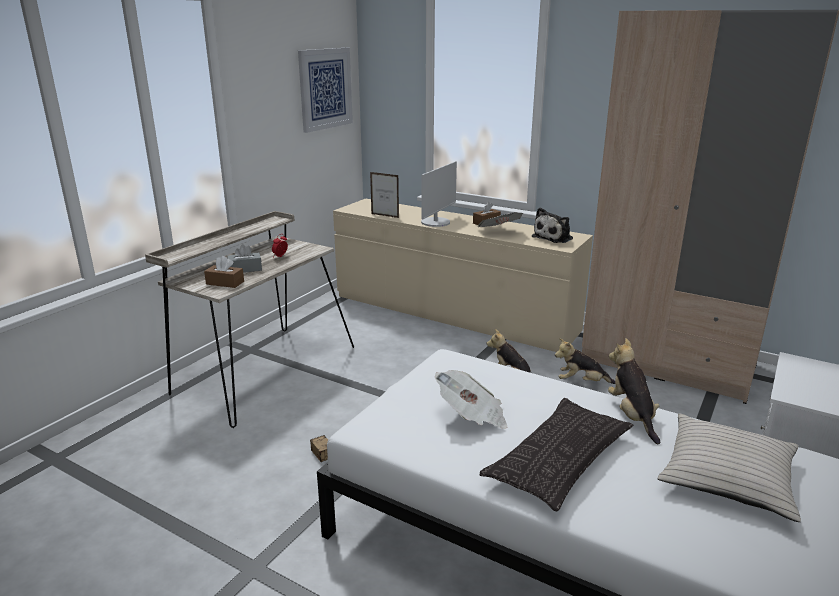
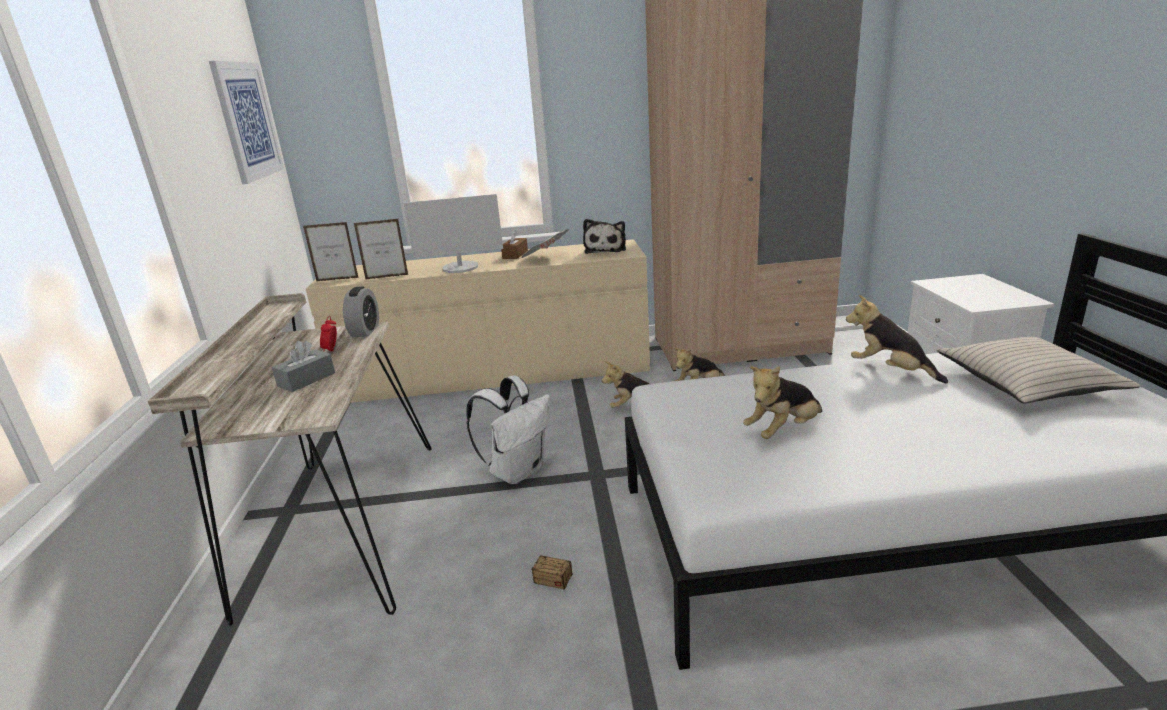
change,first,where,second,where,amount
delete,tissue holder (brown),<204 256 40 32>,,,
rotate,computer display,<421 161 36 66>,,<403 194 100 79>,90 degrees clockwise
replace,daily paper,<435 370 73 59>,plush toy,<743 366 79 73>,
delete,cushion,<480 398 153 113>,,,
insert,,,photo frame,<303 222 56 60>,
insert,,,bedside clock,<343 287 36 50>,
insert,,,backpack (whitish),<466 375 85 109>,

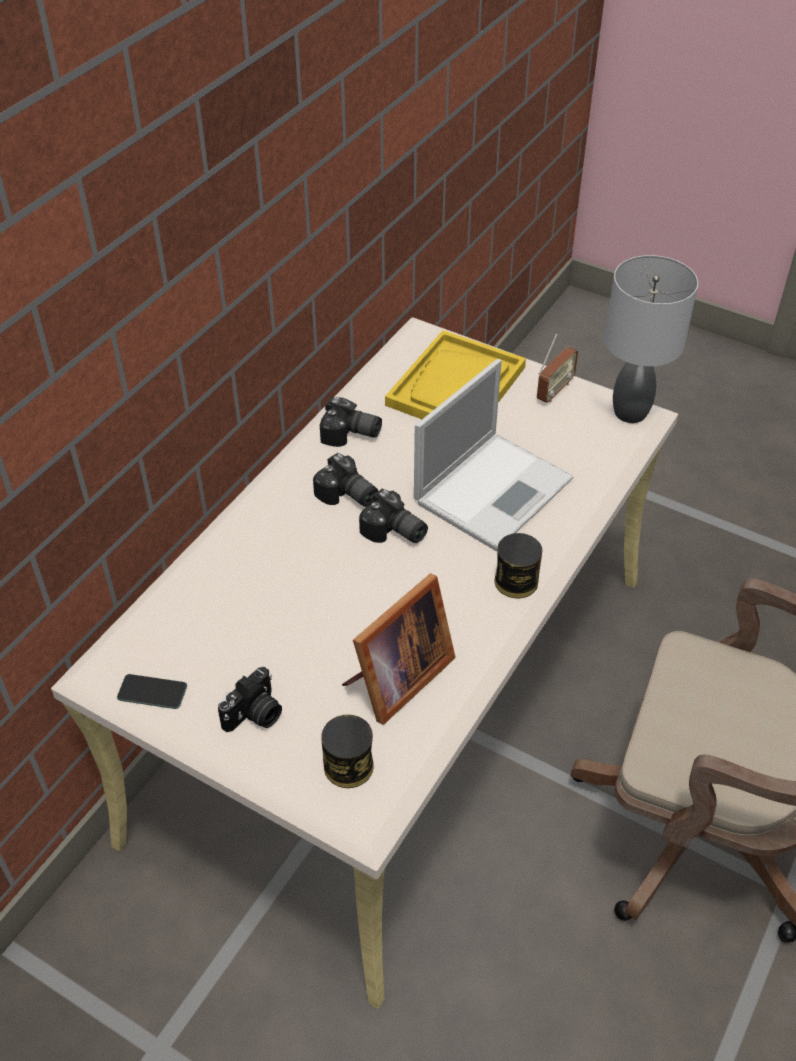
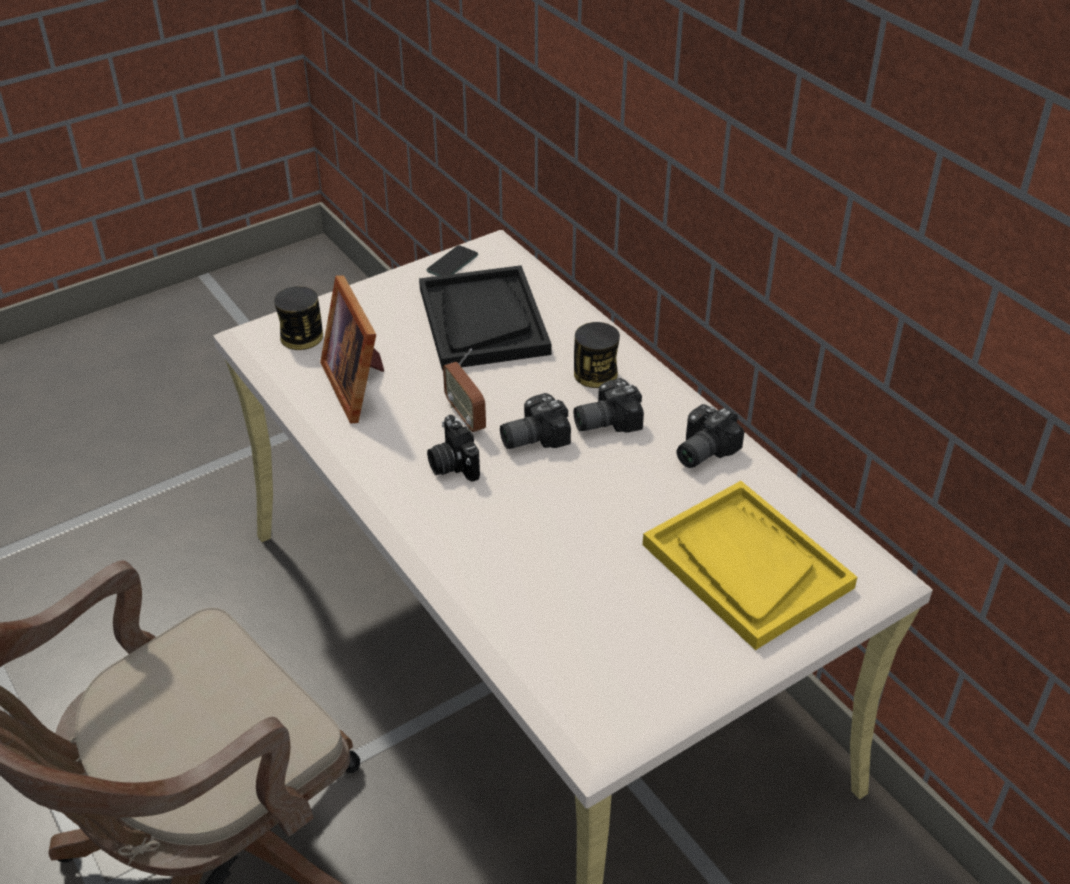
change,first,where,second,where,amount
move,photo camera,<218 667 64 65>,,<427 415 53 67>,
delete,notebook computer,<414 359 160 192>,,,
move,can,<494 533 48 65>,,<574 322 46 66>,
move,radio receiver,<537 333 41 70>,,<443 349 43 83>,
delete,lamp for a table (grey),<604 255 94 168>,,,
insert,,,carrying tray (blackish),<419 265 133 105>,

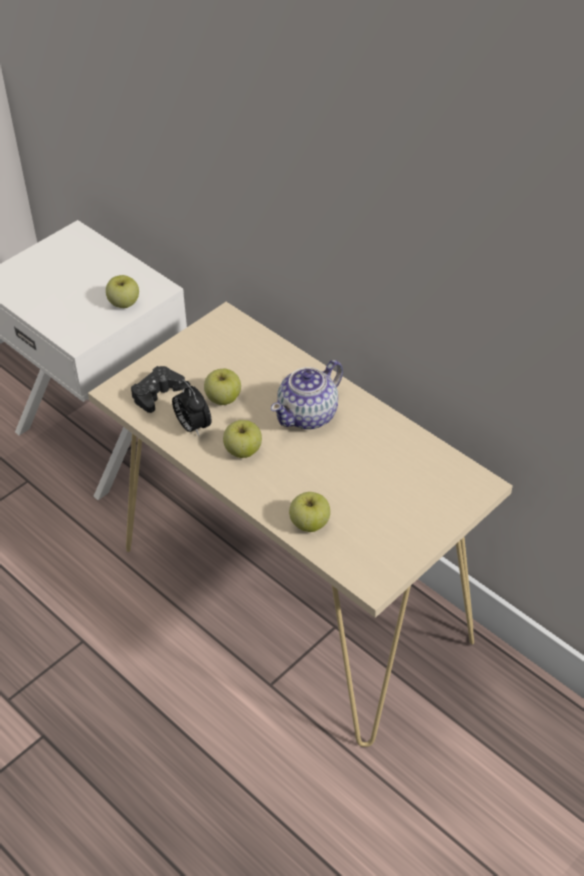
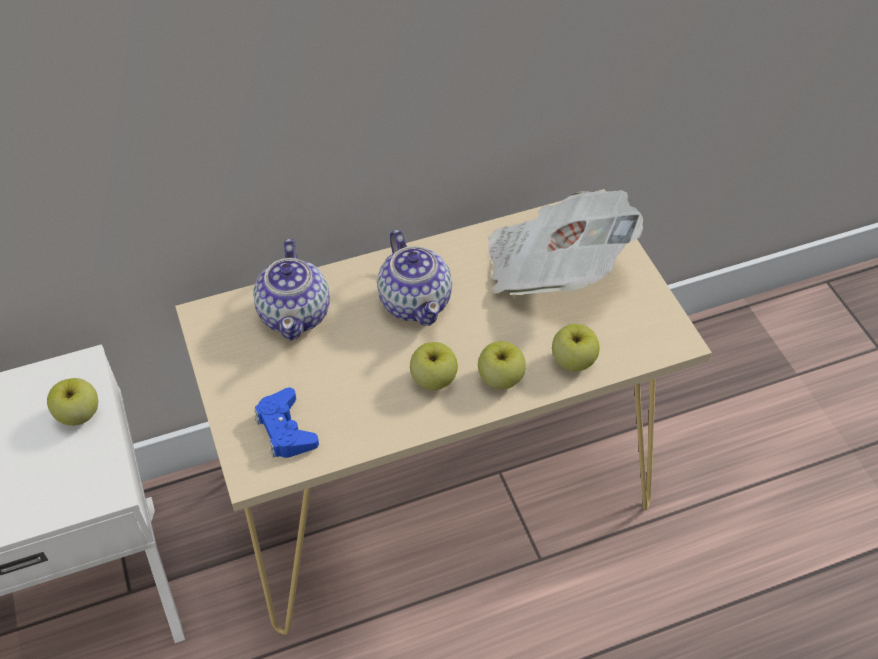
change,first,where,second,where,amount
recolor,game controller (blackish),<131 366 54 47>,game controller (blue-coloured),<254 388 65 70>,
delete,bedside clock,<172 379 40 57>,,,
move,apple fruit,<204 369 37 36>,,<478 341 48 48>,
insert,,,pot for tea,<253 239 77 101>,
insert,,,daily paper,<488 190 155 105>,

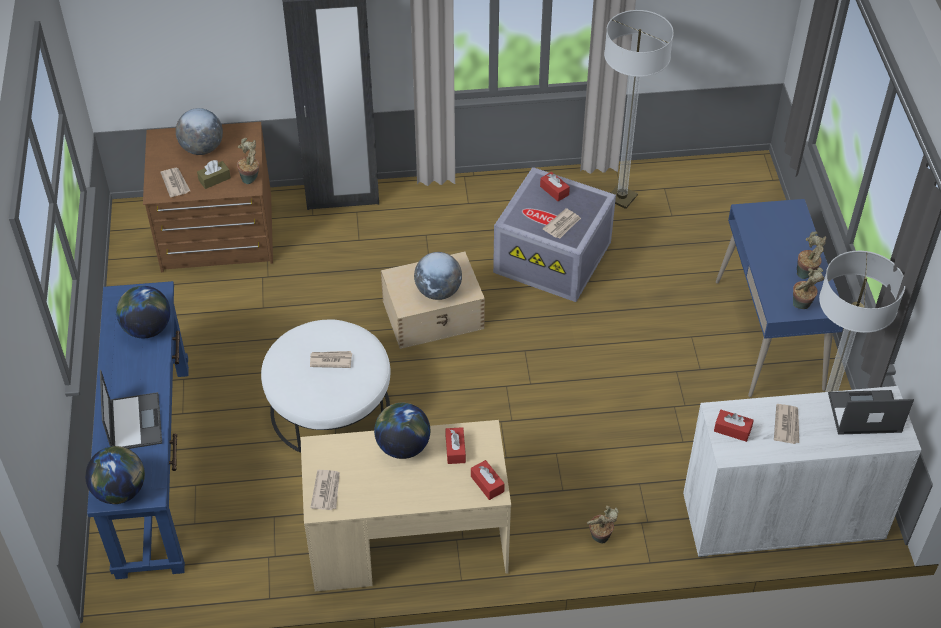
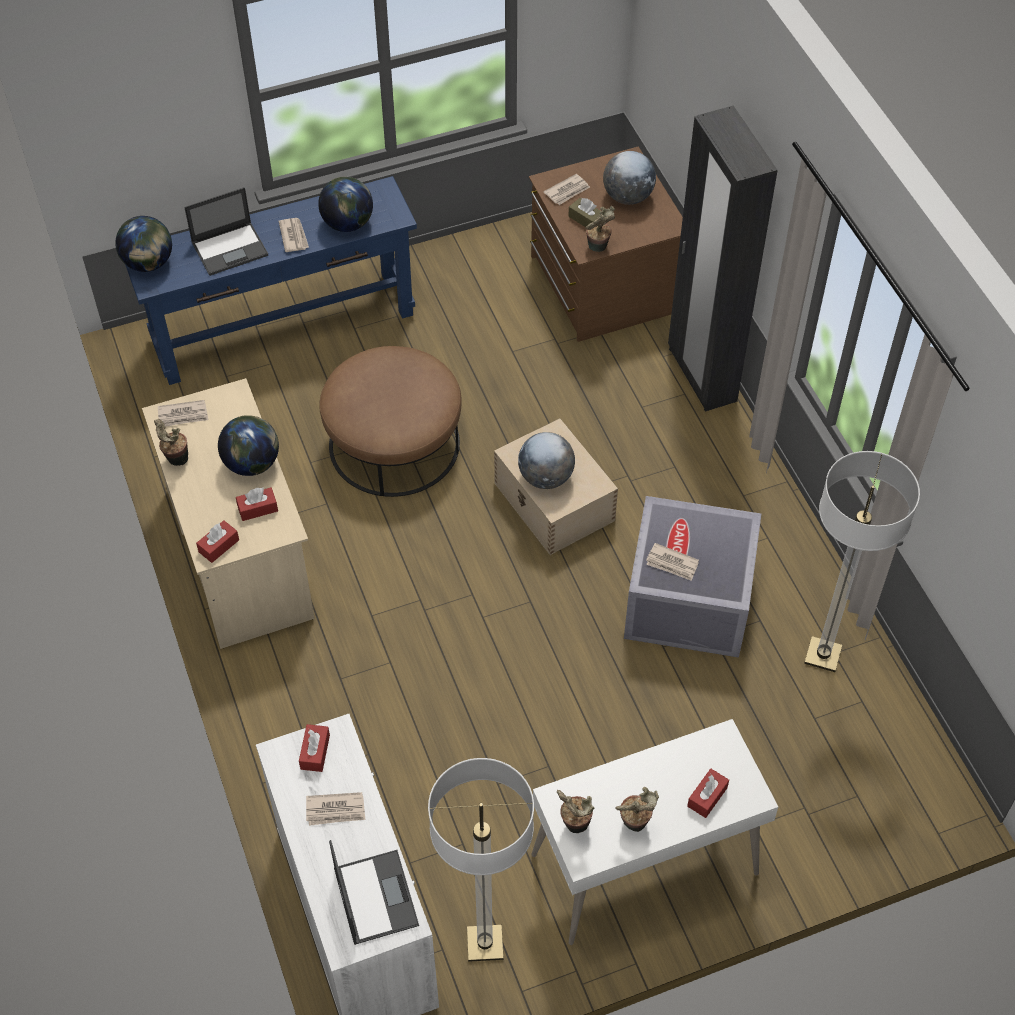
change,first,where,second,where,amount
recolor,pouffe (whitish),<261 319 130 134>,pouffe (brown),<319 346 143 151>,
move,daily paper,<310 351 42 17>,,<279 218 30 34>,
move,tissue holder (red-coloured),<540 172 30 30>,,<687 768 42 50>,
move,potted plant,<587 506 32 38>,,<154 419 34 47>,
recolor,desk (blue-coloured),<716 199 127 198>,desk (whitish),<531 719 247 226>,

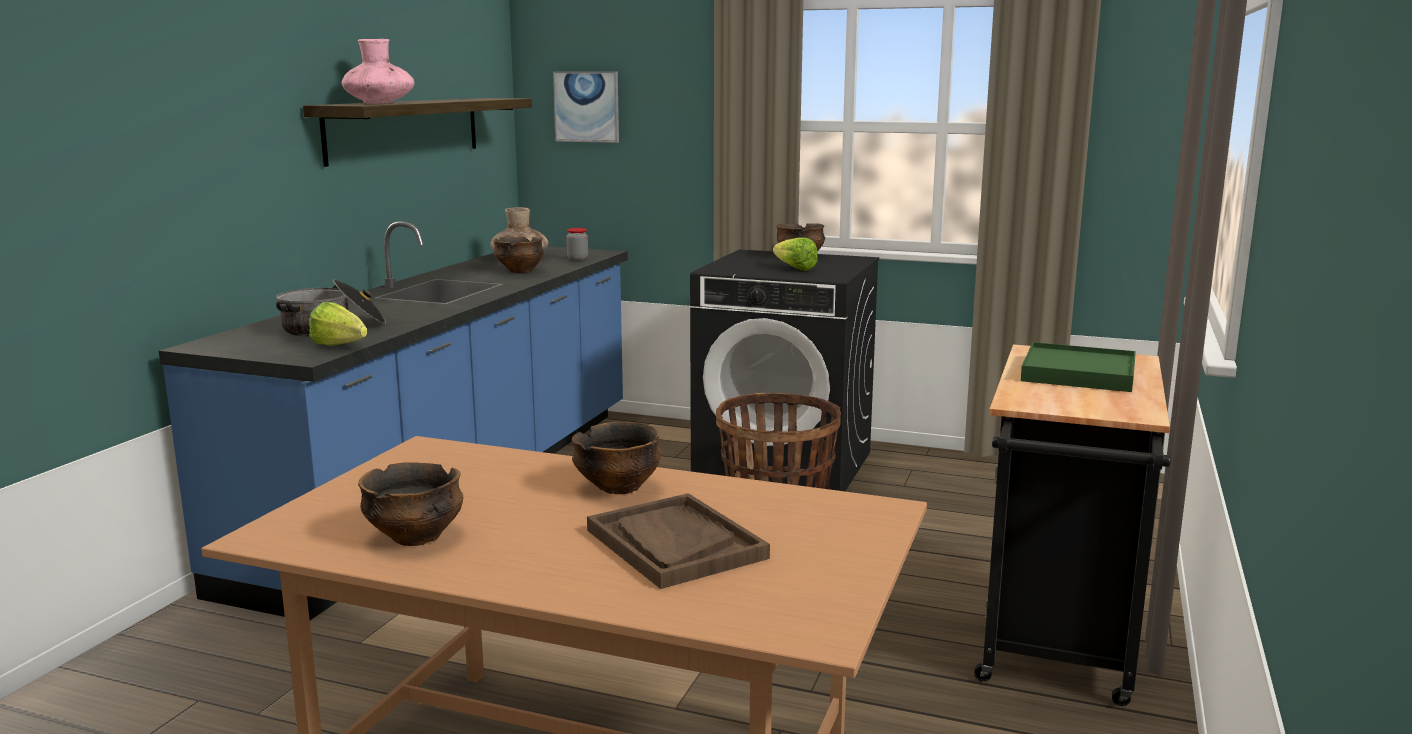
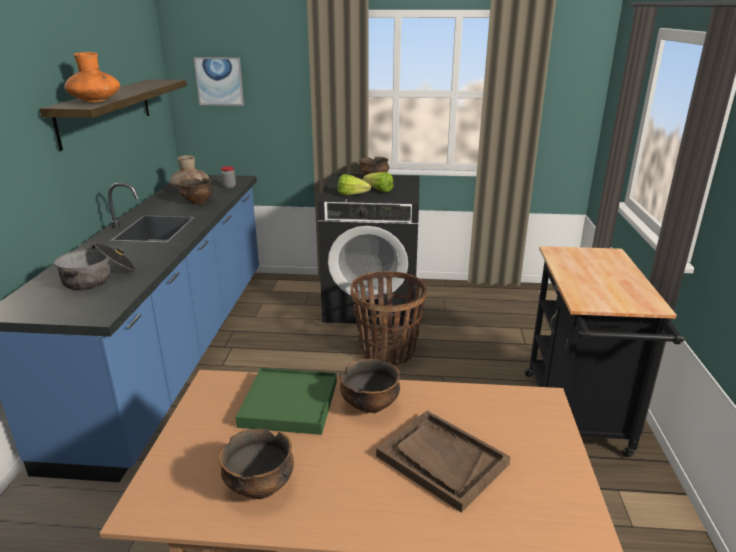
change,first,where,second,where,amount
move,lettuce,<309 302 58 44>,,<338 174 33 22>,
recolor,decorative vase (pink-coloured),<342 39 73 64>,decorative vase (orange),<65 52 55 50>,
move,carrying tray (greenish),<1021 342 115 50>,,<236 368 101 67>,

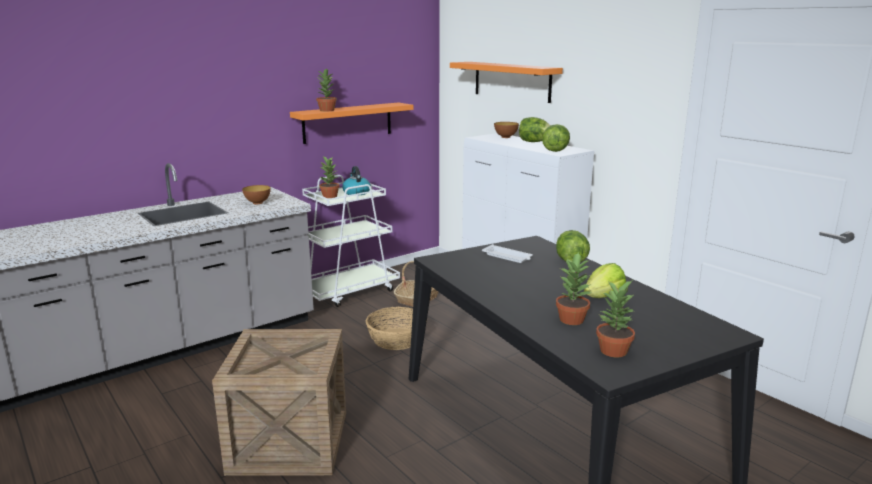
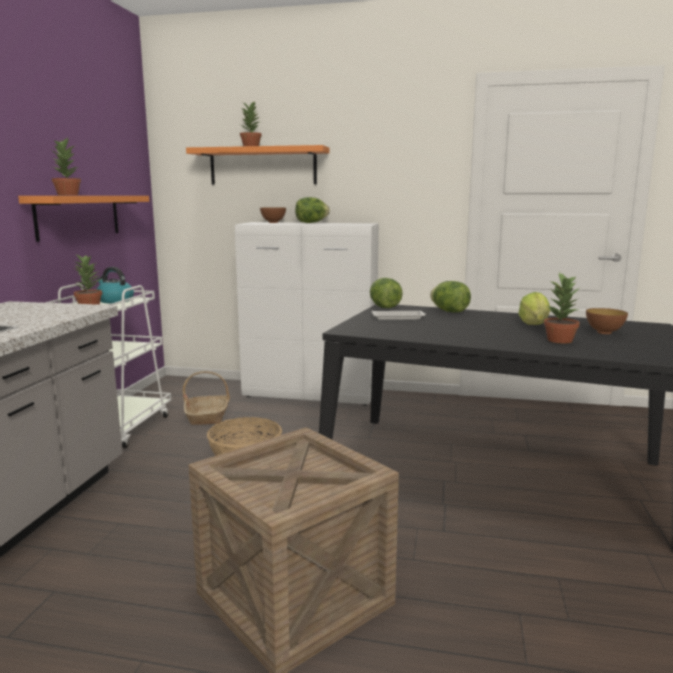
change,first,where,second,where,amount
move,deep dish,<242 185 29 19>,,<586 308 42 26>,
move,lettuce,<542 124 28 28>,,<370 278 33 30>,
move,potted plant,<596 281 39 76>,,<240 102 22 44>,

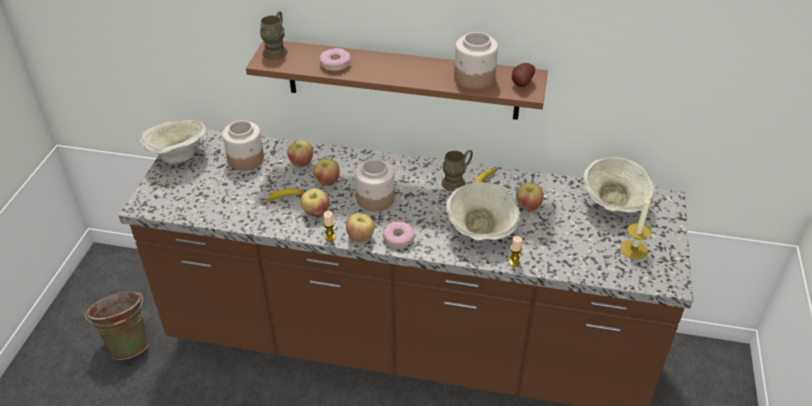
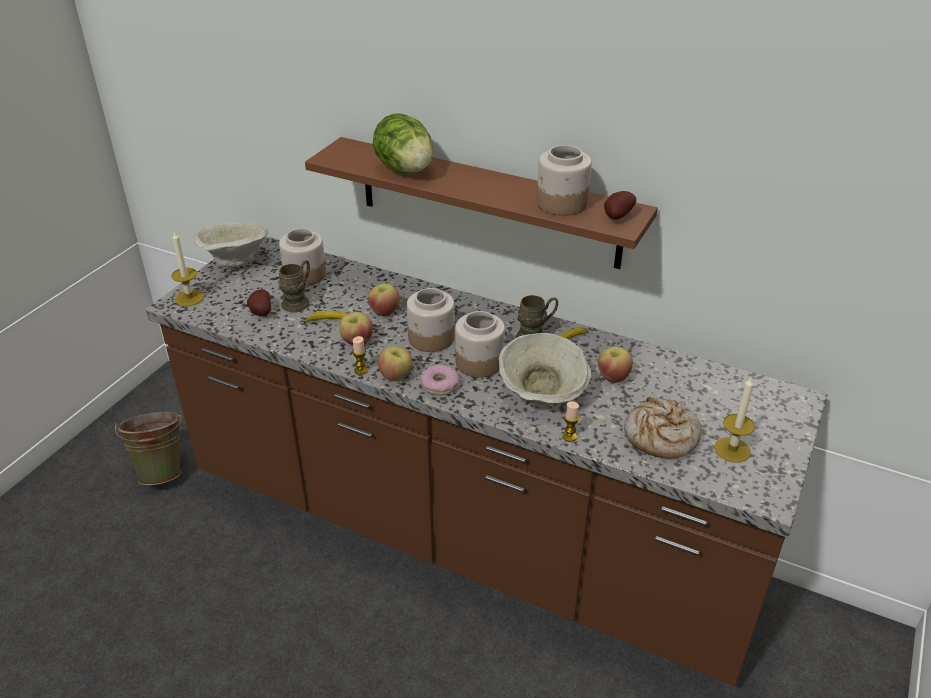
change,first,where,second,where,amount
move,coffee mug (brown),<260 11 27 48>,,<278 260 32 52>,
delete,apple fruit,<287 140 26 27>,,,
replace,ring doughnut,<320 48 31 23>,lettuce,<373 114 60 59>,
delete,deep dish (beige),<583 157 72 56>,,,
insert,,,wax light,<171 231 33 75>,
insert,,,spud,<247 290 24 26>,
insert,,,jar,<455 311 50 67>,
insert,,,bread,<624 397 77 62>,

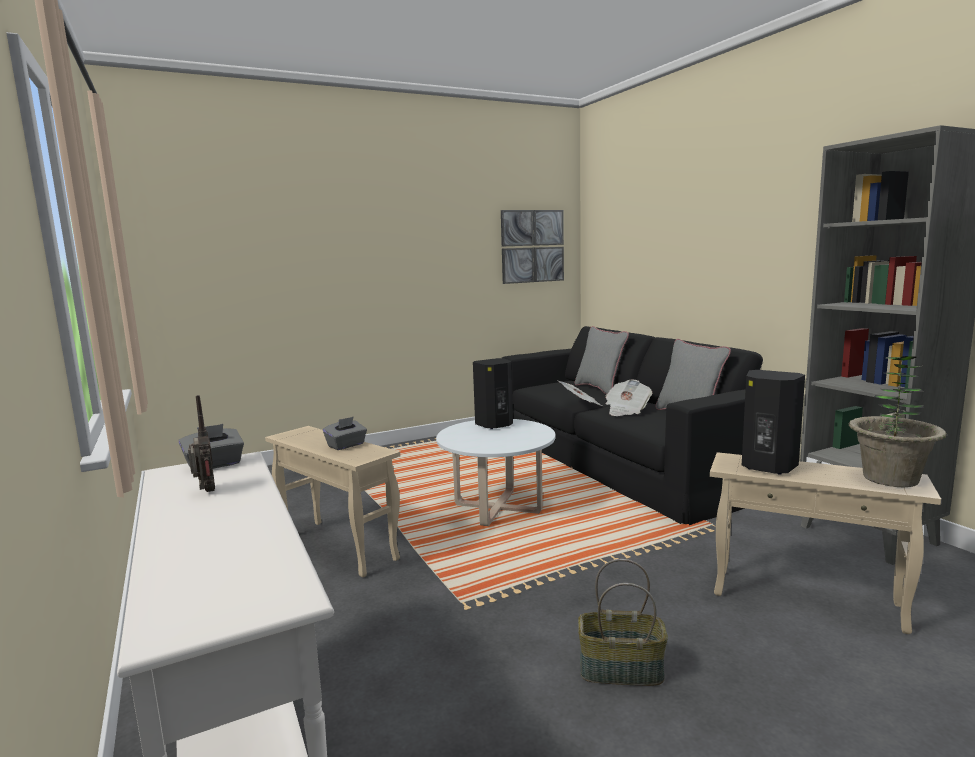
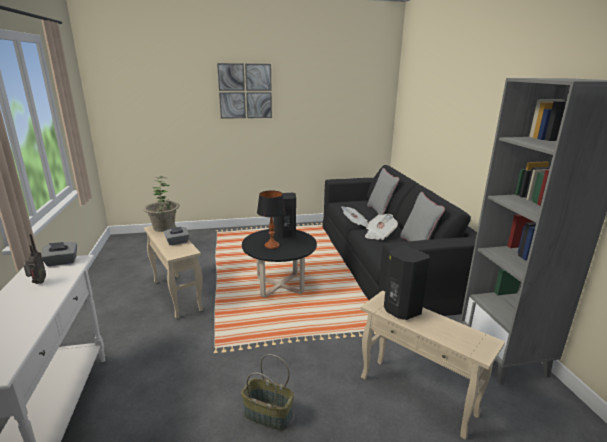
change,first,where,second,where,amount
recolor,low table (whitish),<436 419 119 107>,low table (blackish),<242 229 75 69>,
move,wall picture,<501 210 63 74>,,<217 63 55 56>,
move,potted plant,<849 356 98 131>,,<143 176 37 56>,
insert,,,lamp for a table,<257 191 29 58>,

